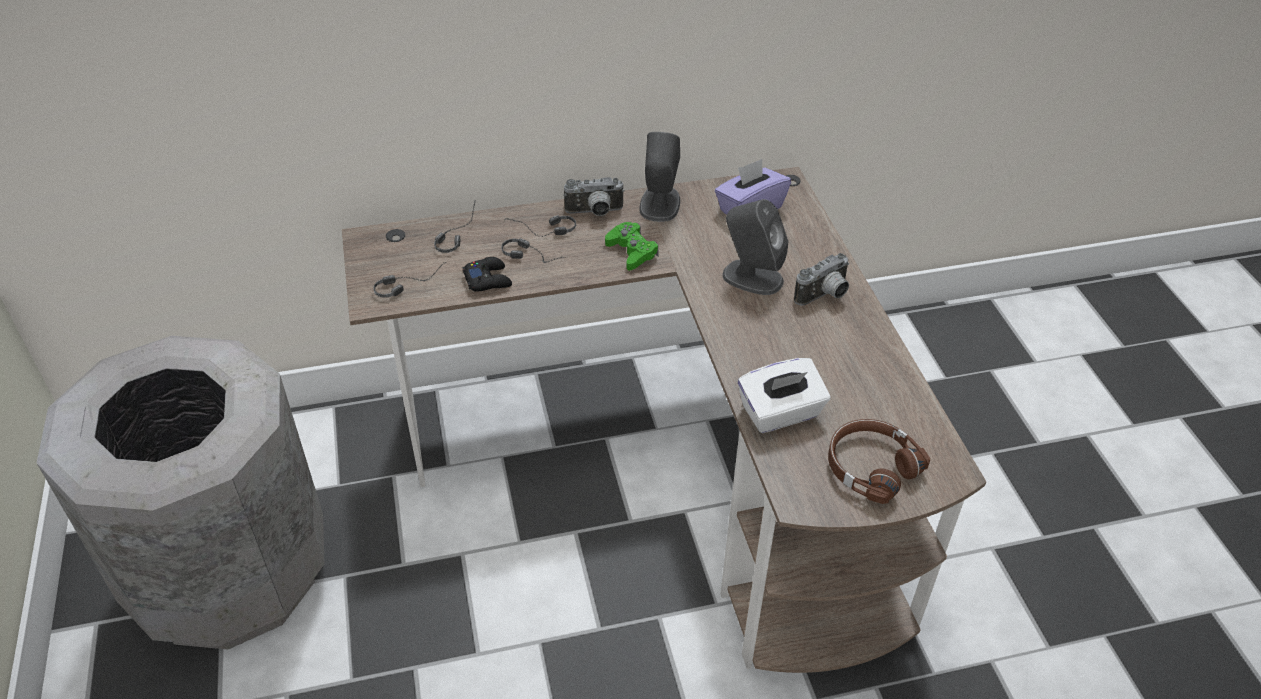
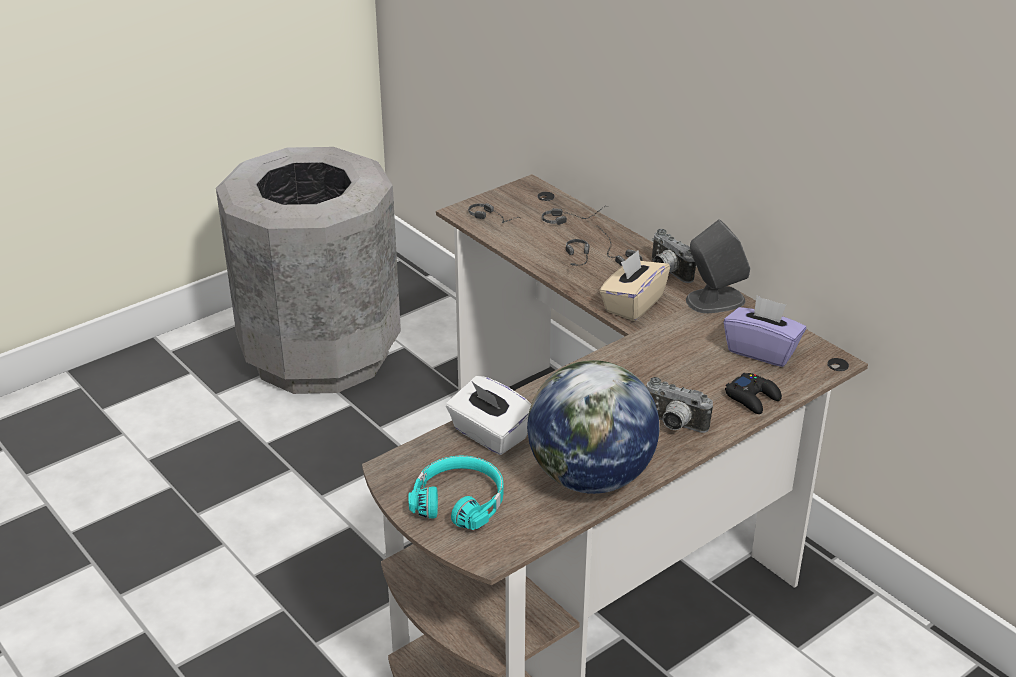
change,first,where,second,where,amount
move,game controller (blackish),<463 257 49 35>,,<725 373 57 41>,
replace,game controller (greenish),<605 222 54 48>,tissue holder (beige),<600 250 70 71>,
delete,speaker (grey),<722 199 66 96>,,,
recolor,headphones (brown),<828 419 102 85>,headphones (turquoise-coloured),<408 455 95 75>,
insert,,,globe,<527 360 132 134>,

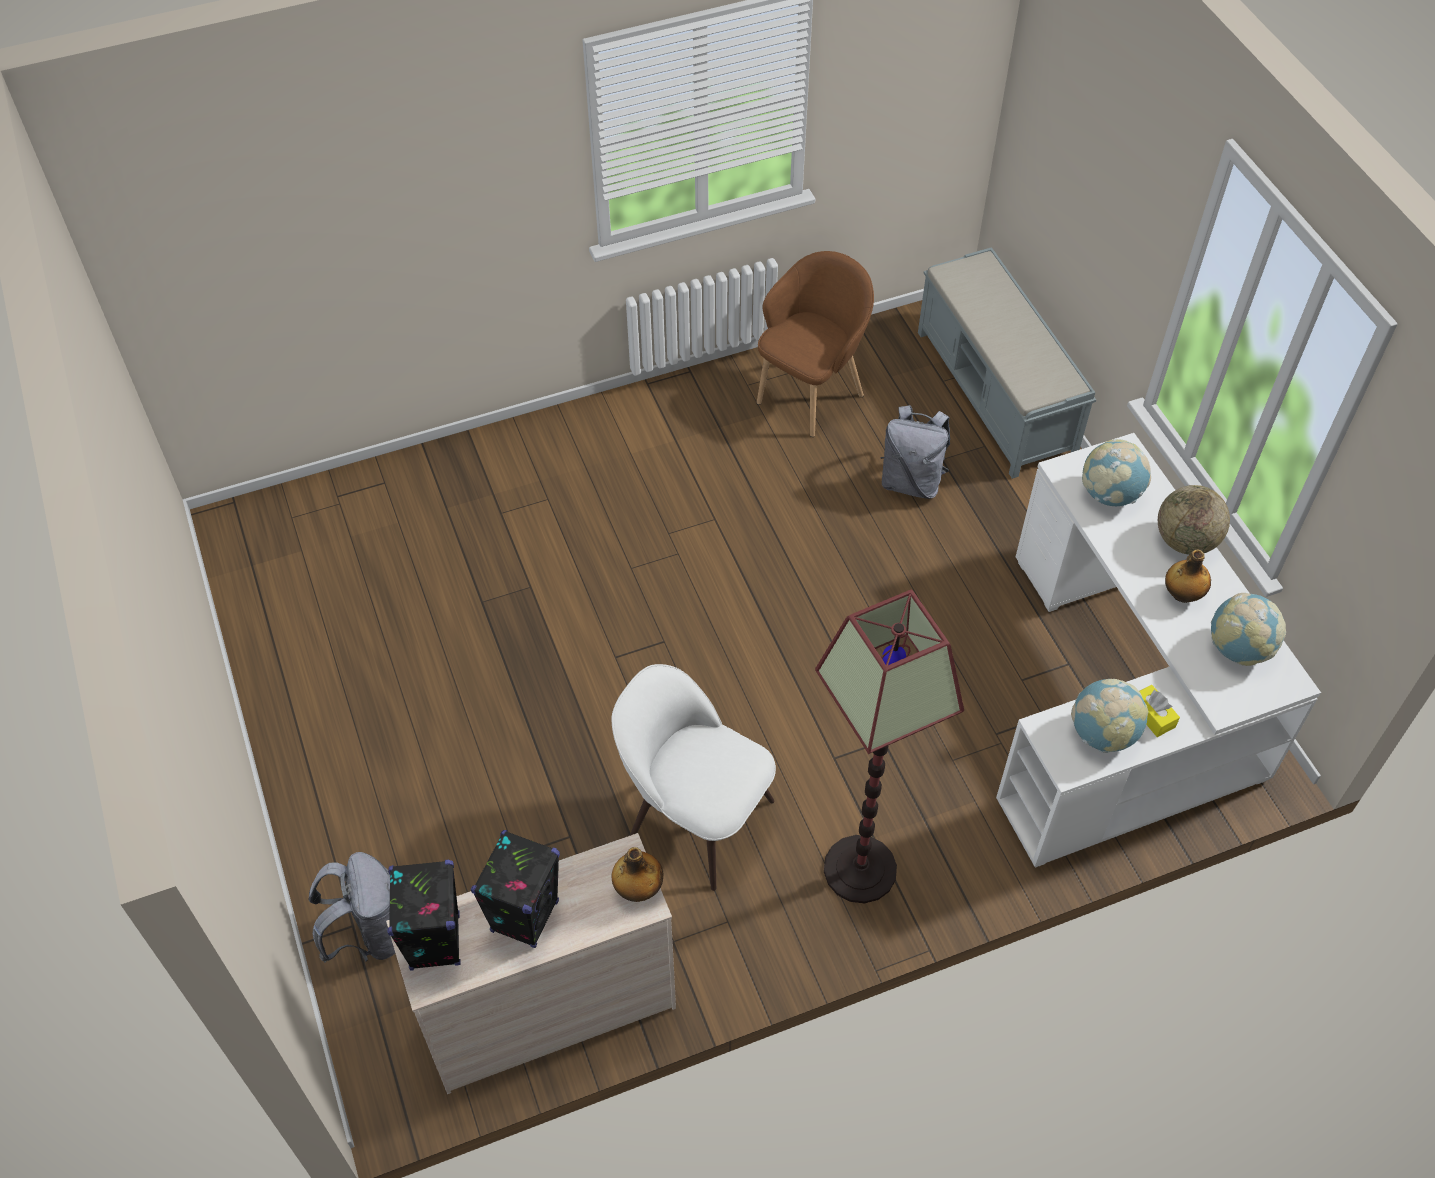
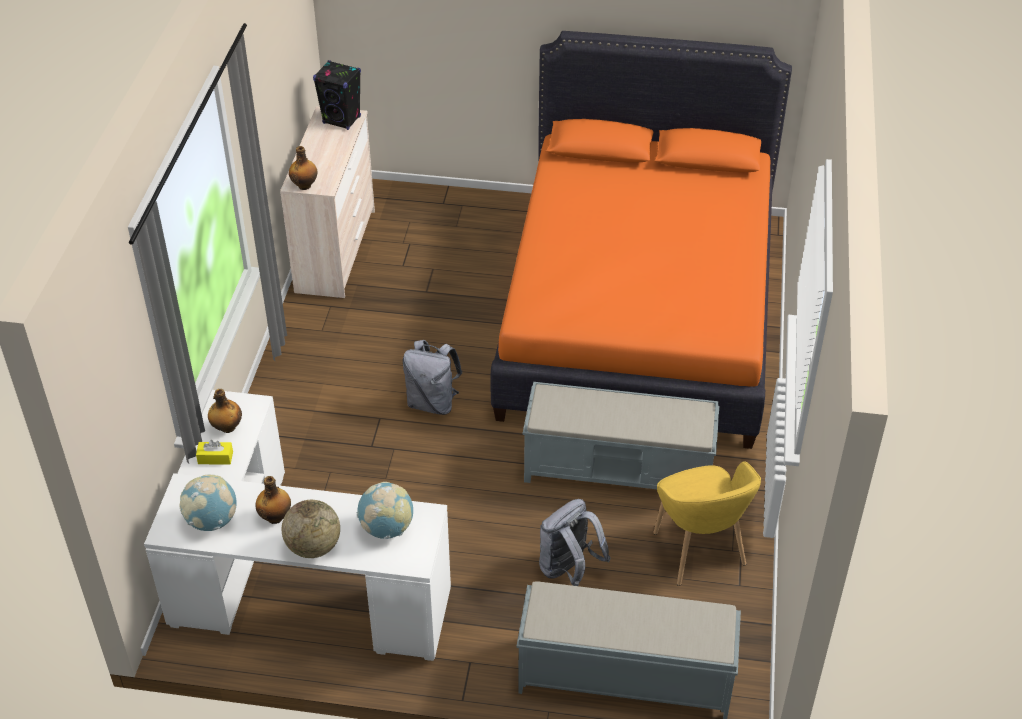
change,first,where,second,where,amount
move,backpack (grey),<309 852 86 111>,,<403 340 59 75>,
delete,speaker (blackish),<471 830 89 118>,,,
delete,plain chair (whitish),<612 664 164 227>,,,
recolor,lounge chair (brown),<757 251 117 186>,lounge chair (yellow),<653 461 108 125>,
delete,floor lamp,<815 589 149 314>,,,
replace,globe,<1071 679 77 74>,beverage bottle,<208 389 34 44>,
insert,,,bed (orange),<490 31 302 418>,
insert,,,indoor bench (grey),<523 382 196 107>,

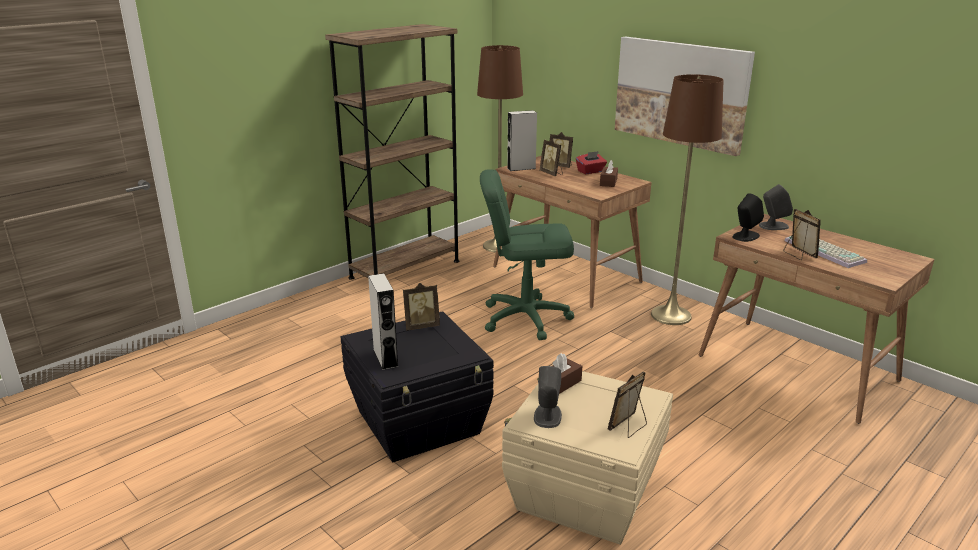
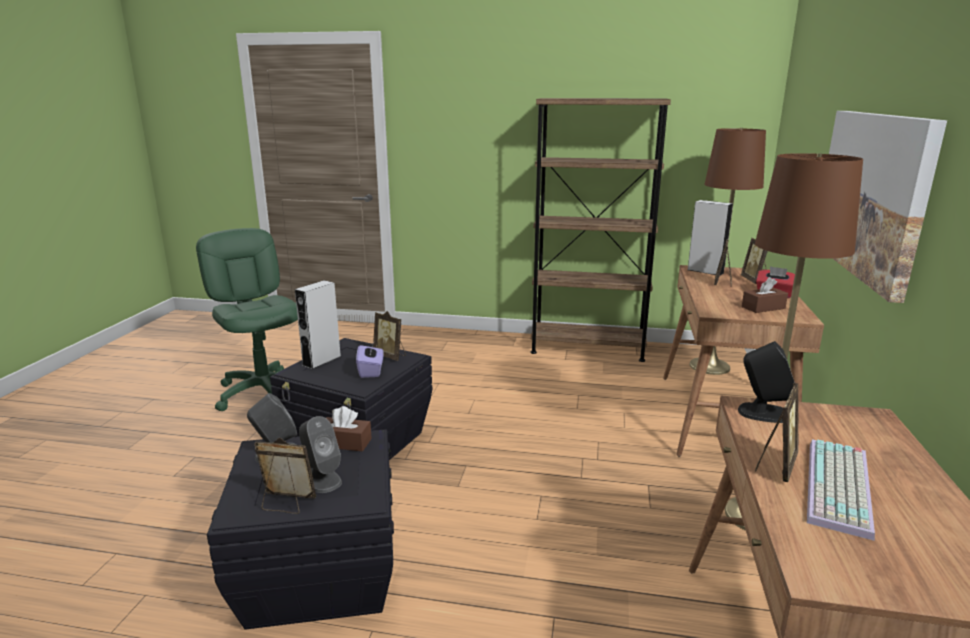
change,first,where,second,where,amount
move,computer chair (greenish),<480 169 94 171>,,<196 228 102 183>,
recolor,storage box (beige),<502 371 171 174>,storage box (blackish),<207 429 187 201>,
move,speaker (grey),<759 184 34 46>,,<299 416 43 77>,
insert,,,tissue holder (purple),<356 340 28 38>,

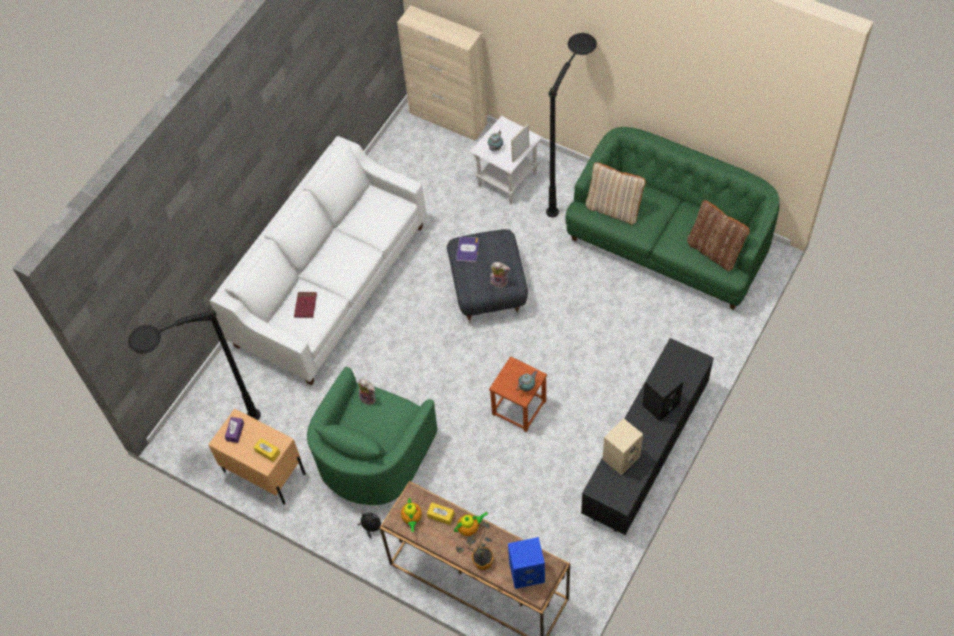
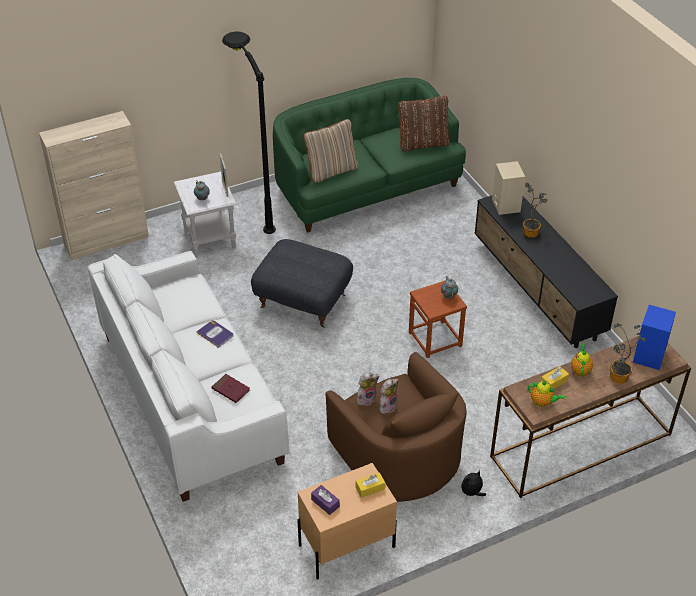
change,first,where,second,where,amount
delete,floor lamp (blackish),<128 308 133 112>,,,
recolor,lounge chair (greenish),<307 367 130 138>,lounge chair (brown),<326 352 140 150>,
move,book,<456 237 23 25>,,<196 320 37 28>,
move,plush toy,<489 262 21 26>,,<379 379 19 35>,
move,speaker (beige),<602 418 41 57>,,<492 161 33 54>,
replace,speaker (blackish),<642 365 42 56>,potted plant,<523 183 25 55>,

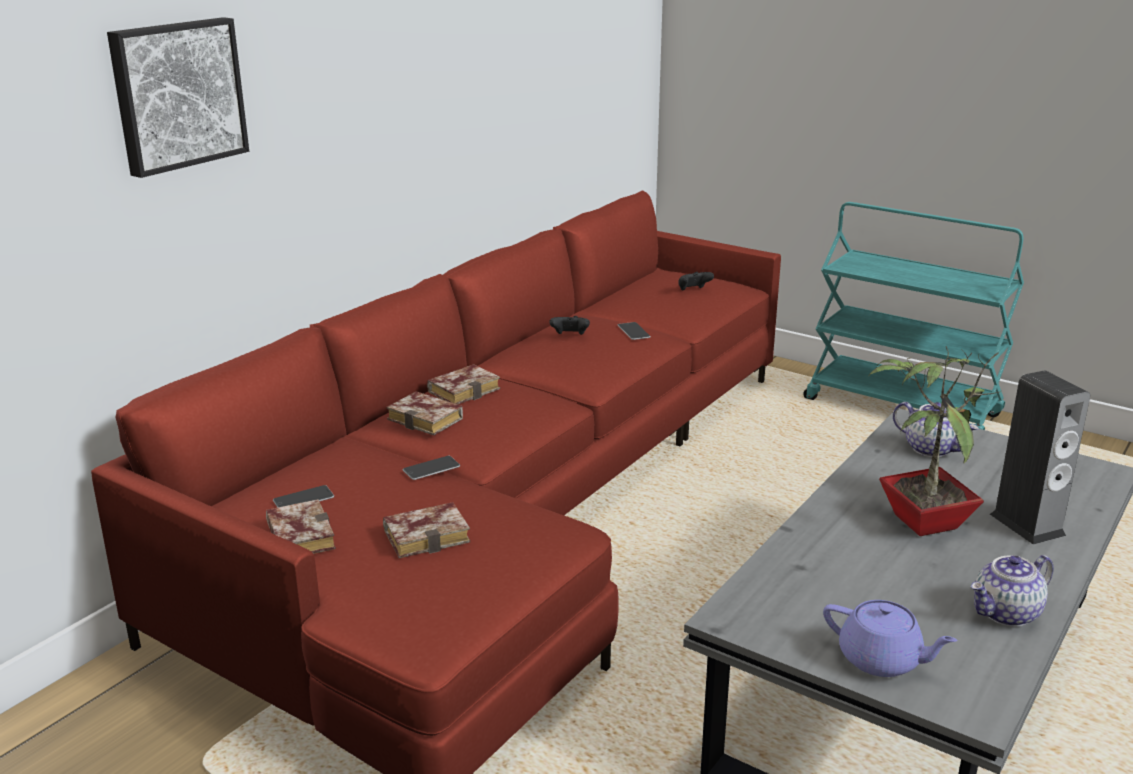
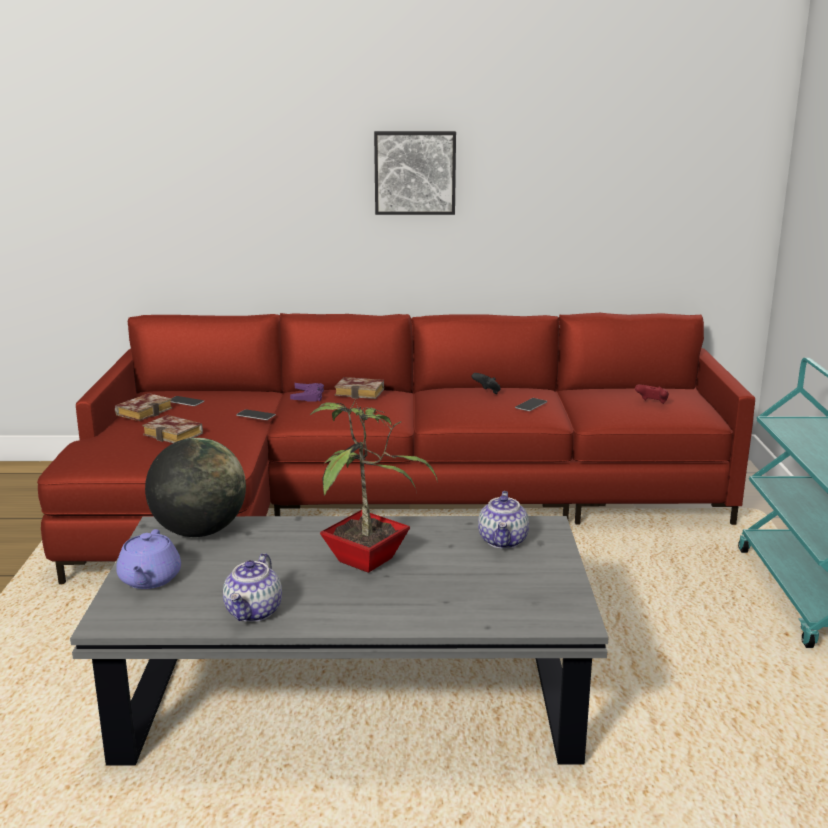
change,first,where,second,where,amount
move,wall picture,<107 17 142 161>,,<374 131 82 84>,
replace,book,<386 391 77 44>,game controller (purple),<290 383 34 19>,
recolor,game controller (blackish),<678 272 36 18>,game controller (red-coloured),<635 385 34 19>,
rotate,pot for tea,<971 555 83 72>,,<223 553 59 69>,105 degrees counterclockwise
delete,speaker,<990 370 100 175>,,,
insert,,,globe,<145 438 101 99>,

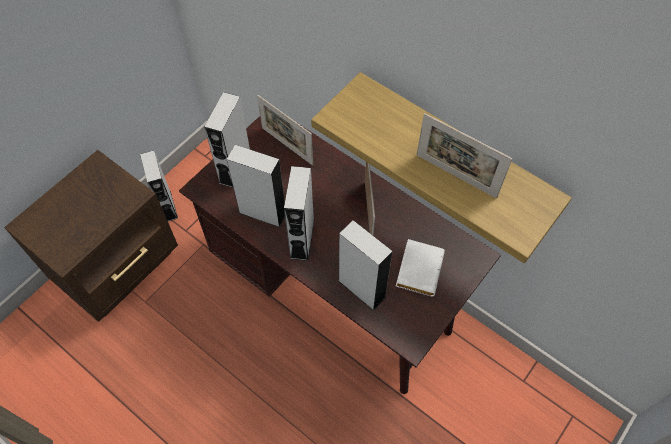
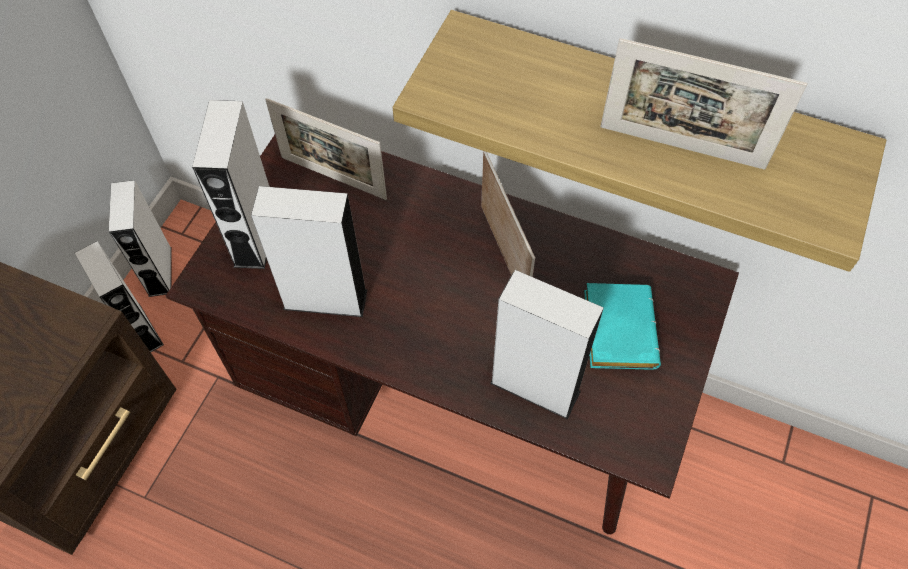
change,first,where,second,where,amount
move,speaker (grey),<284 166 30 95>,,<109 180 63 117>,
recolor,book (whitish),<396 239 49 57>,book (turquoise-coloured),<584 283 77 87>,

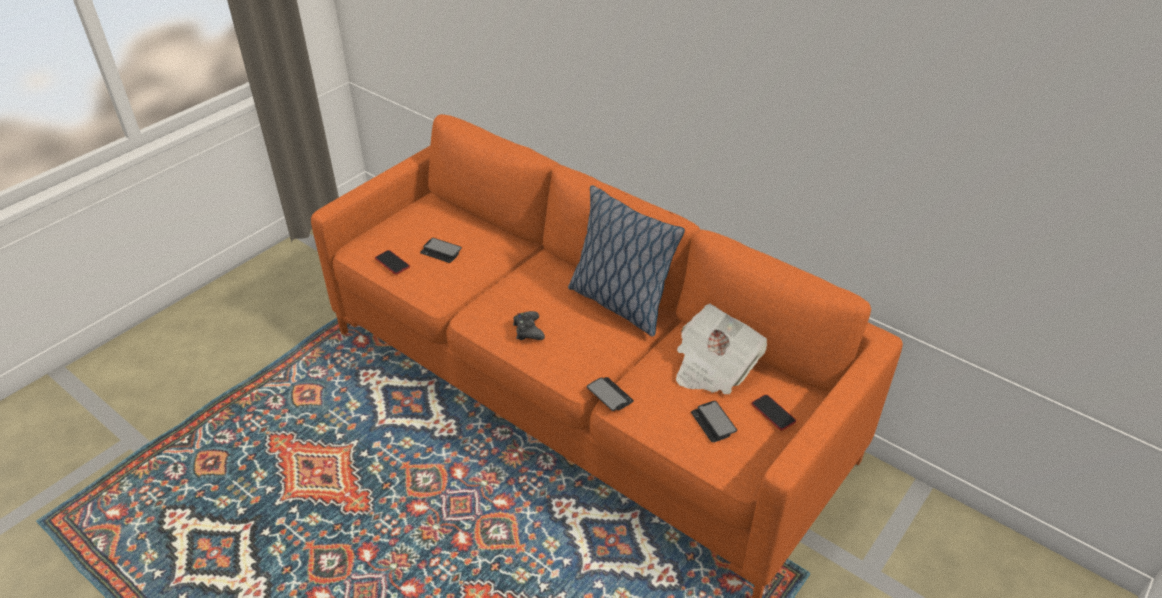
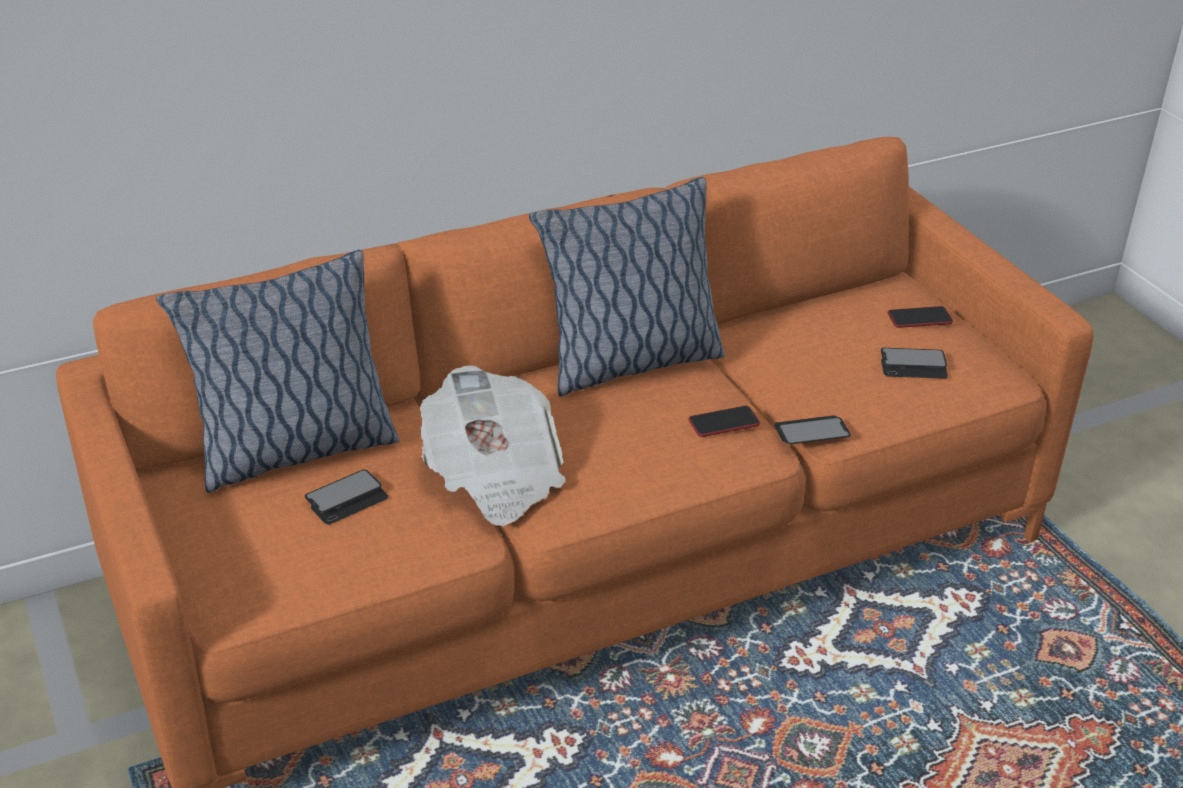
change,first,where,second,where,amount
move,phone,<375 250 35 24>,,<689 406 71 31>,
delete,game controller (blackish),<513 311 32 29>,,,
move,daily paper,<676 304 91 90>,,<420 365 146 161>,
insert,,,cushion,<156 250 243 243>,

